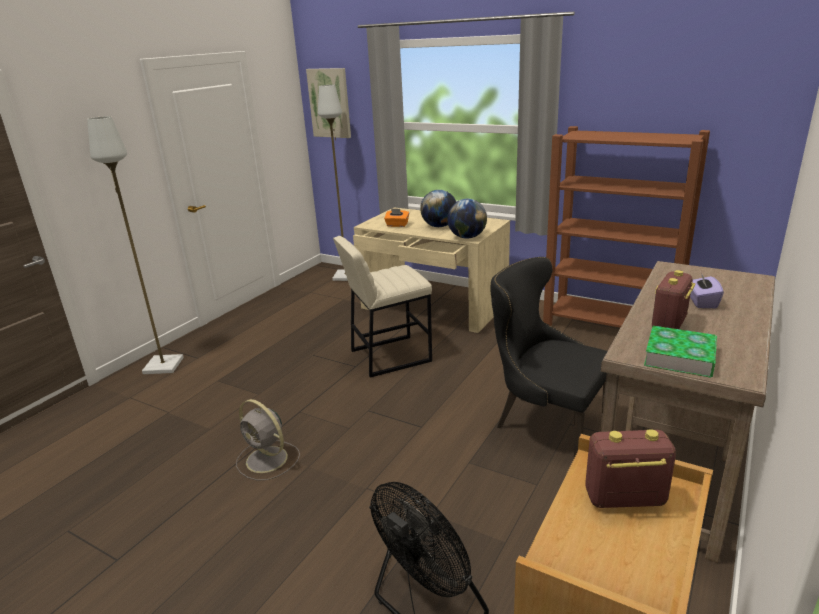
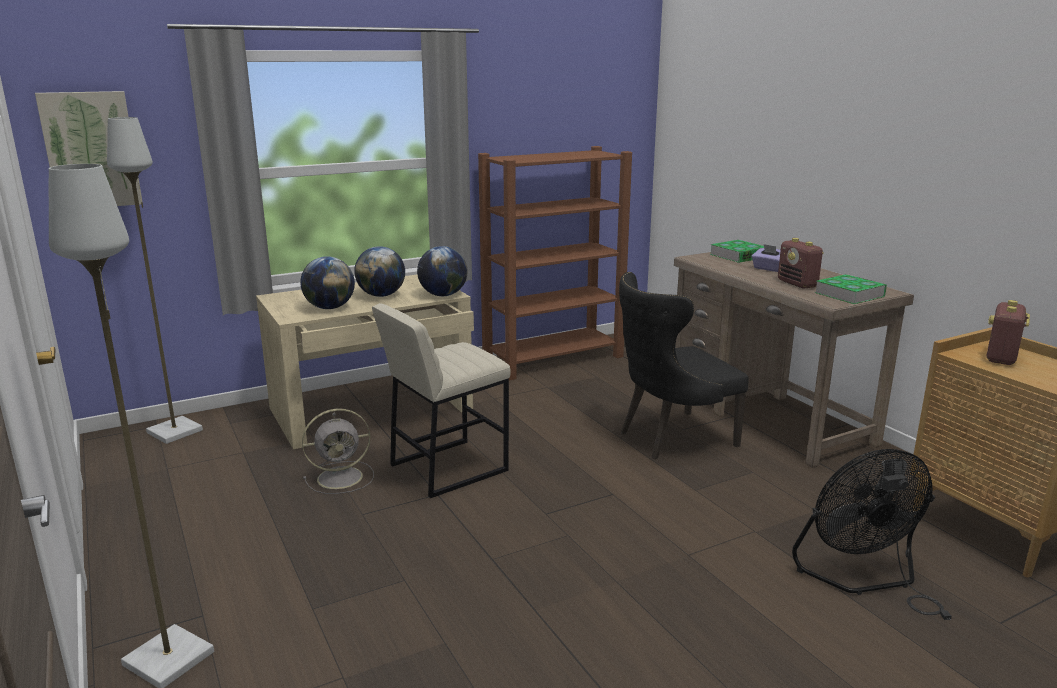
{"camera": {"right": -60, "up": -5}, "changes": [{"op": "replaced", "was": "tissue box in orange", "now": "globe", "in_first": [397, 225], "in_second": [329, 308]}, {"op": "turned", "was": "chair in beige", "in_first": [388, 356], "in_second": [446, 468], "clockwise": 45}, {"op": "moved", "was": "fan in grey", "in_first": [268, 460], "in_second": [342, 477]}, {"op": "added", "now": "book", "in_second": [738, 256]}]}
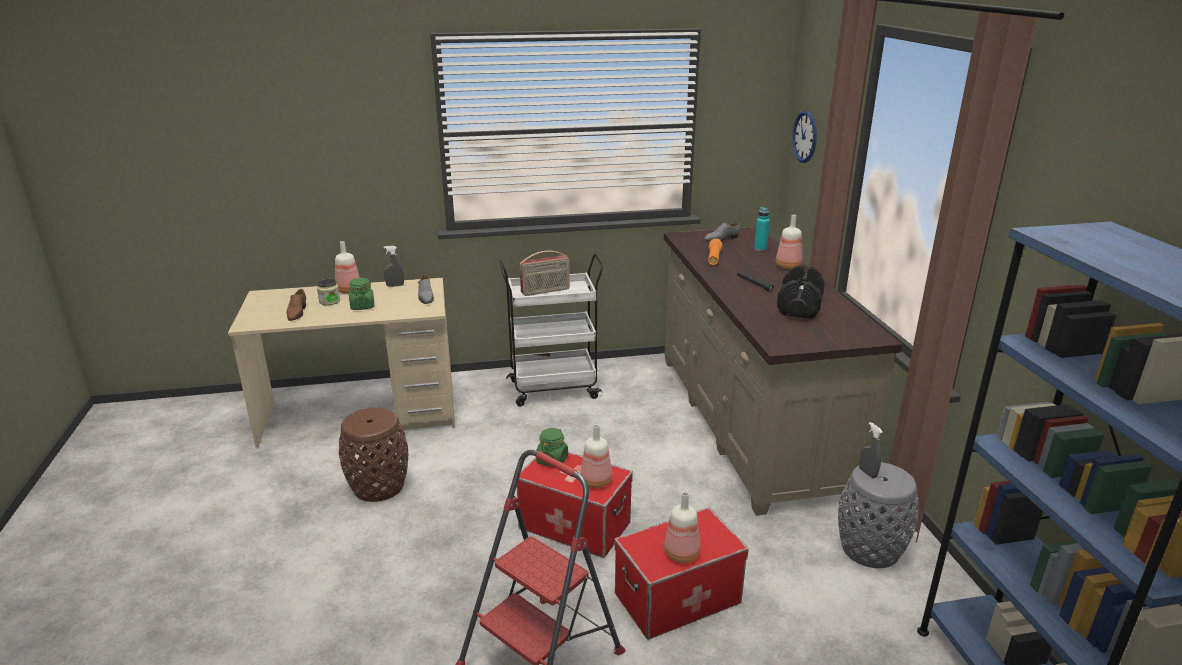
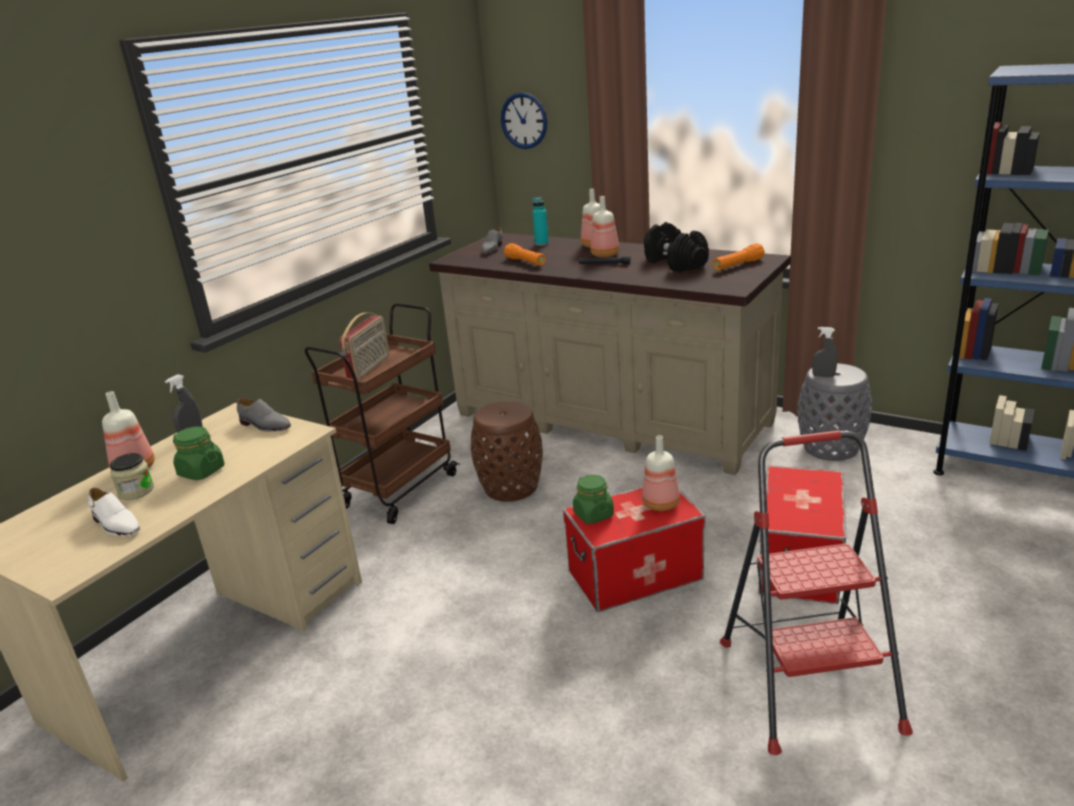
{"camera": {"right": -45, "up": 0}, "changes": [{"op": "recoloured", "was": "cart in white", "now": "cart in brown", "in_first": [554, 389], "in_second": [400, 490]}, {"op": "recoloured", "was": "shoe in brown", "now": "shoe in white", "in_first": [297, 313], "in_second": [116, 525]}, {"op": "moved", "was": "stool in brown", "in_first": [378, 487], "in_second": [511, 488]}, {"op": "moved", "was": "bottle", "in_first": [683, 553], "in_second": [605, 255]}, {"op": "added", "now": "flashlight in orange", "in_second": [738, 265]}]}
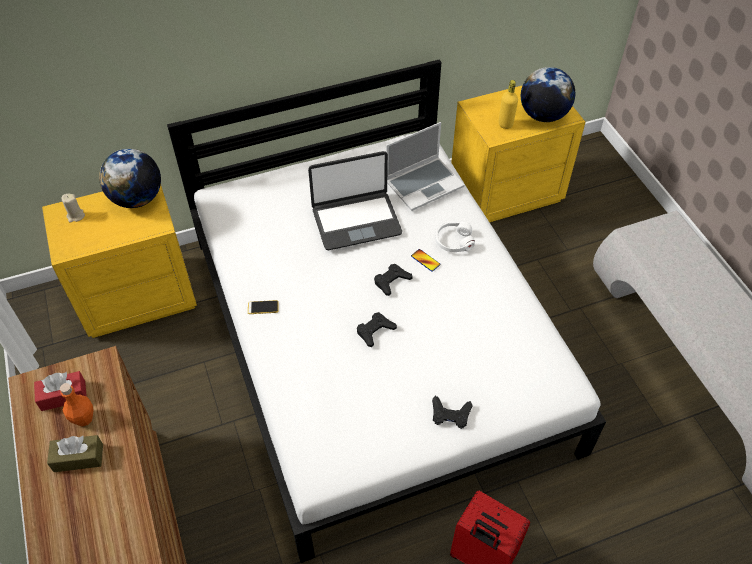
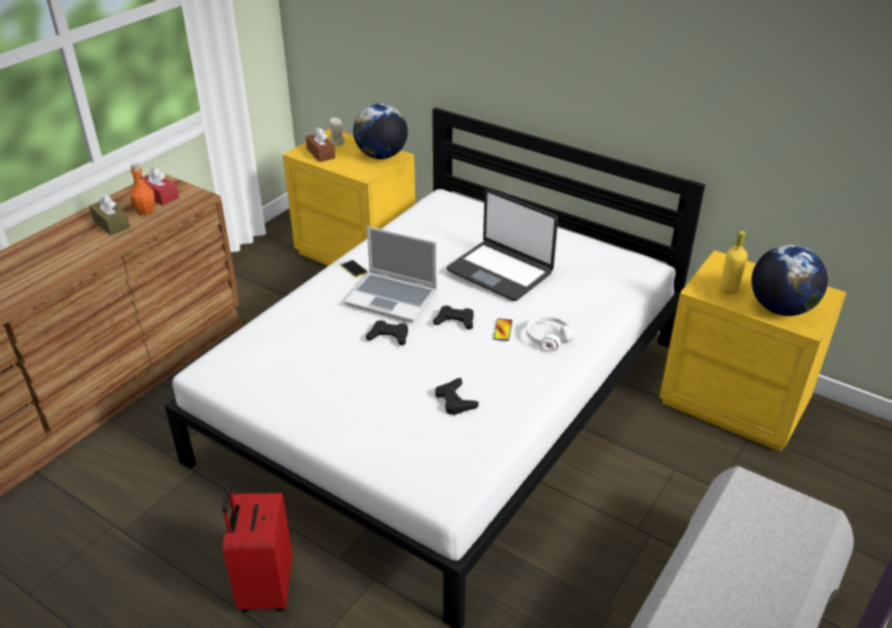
{"camera": {"right": 55, "up": -15}, "changes": [{"op": "moved", "was": "laptop", "in_first": [424, 184], "in_second": [393, 298]}, {"op": "moved", "was": "game controller in black", "in_first": [450, 414], "in_second": [455, 400]}, {"op": "added", "now": "tissue box in brown", "in_second": [321, 153]}]}
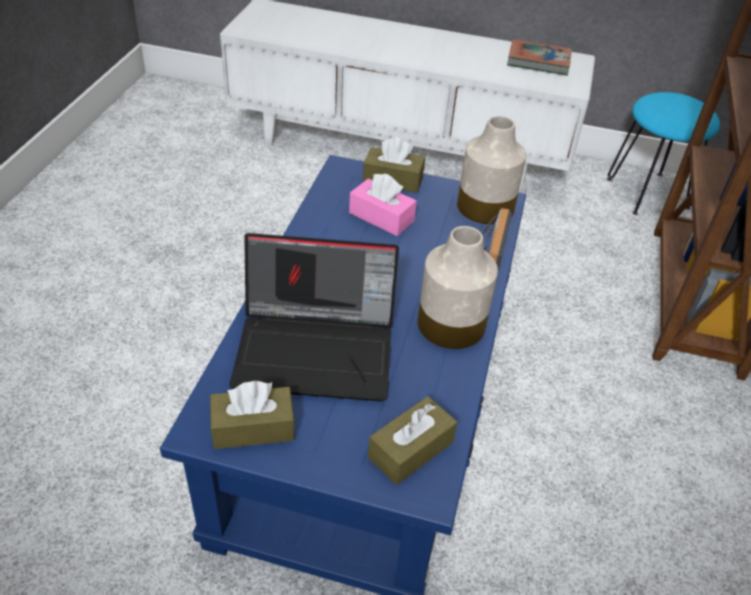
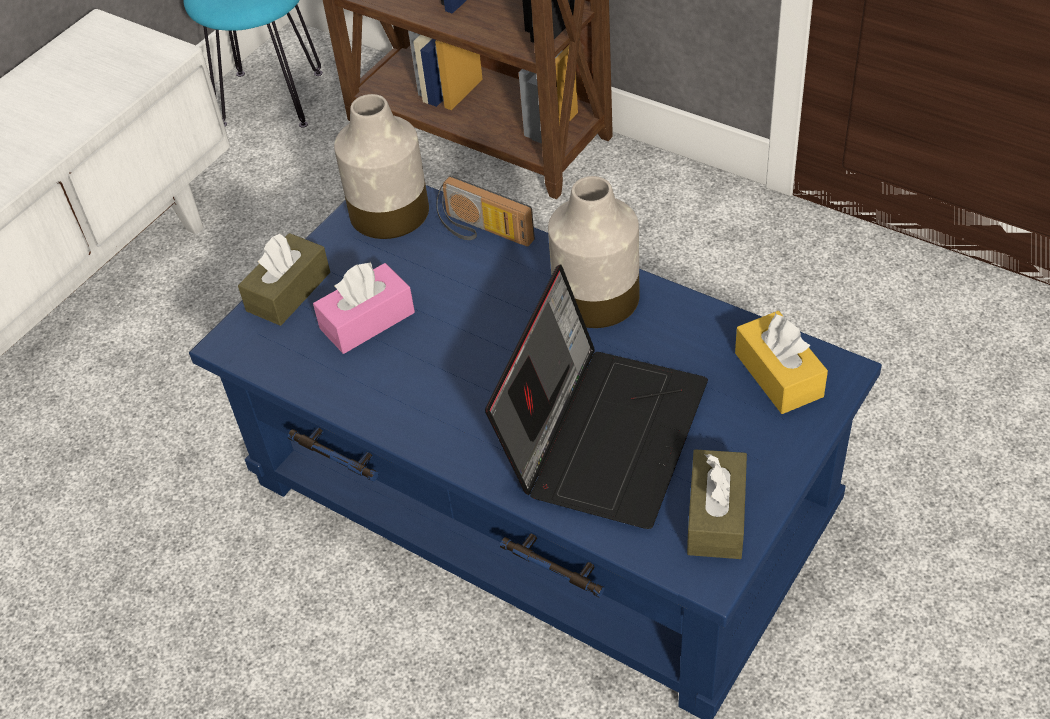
{"camera": {"right": -65, "up": 5}, "changes": [{"op": "removed", "was": "book", "in_first": [538, 61]}, {"op": "recoloured", "was": "tissue box in brown", "now": "tissue box in yellow", "in_first": [410, 450], "in_second": [778, 374]}]}
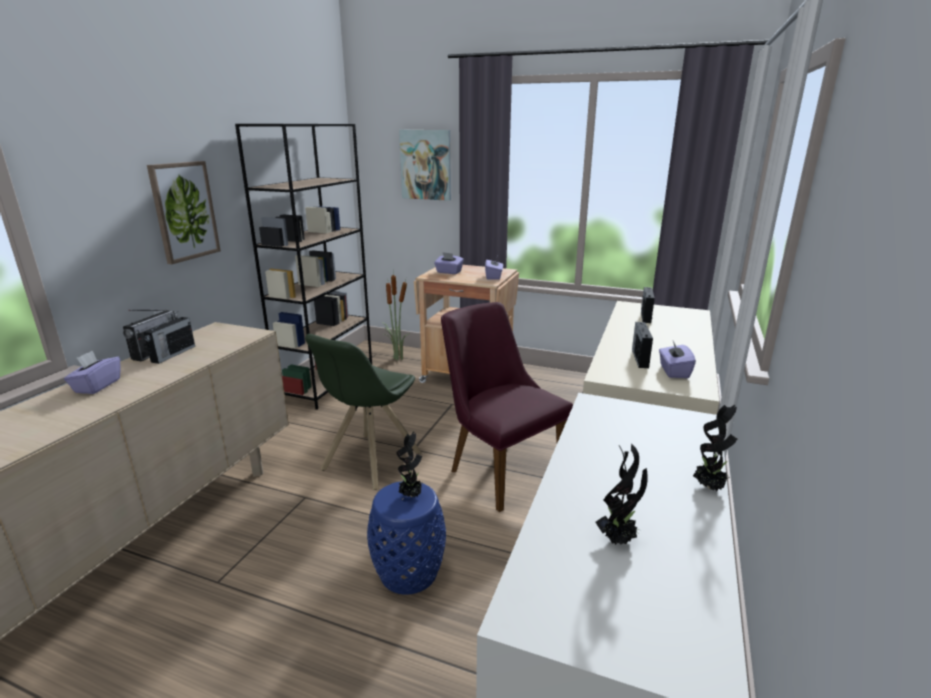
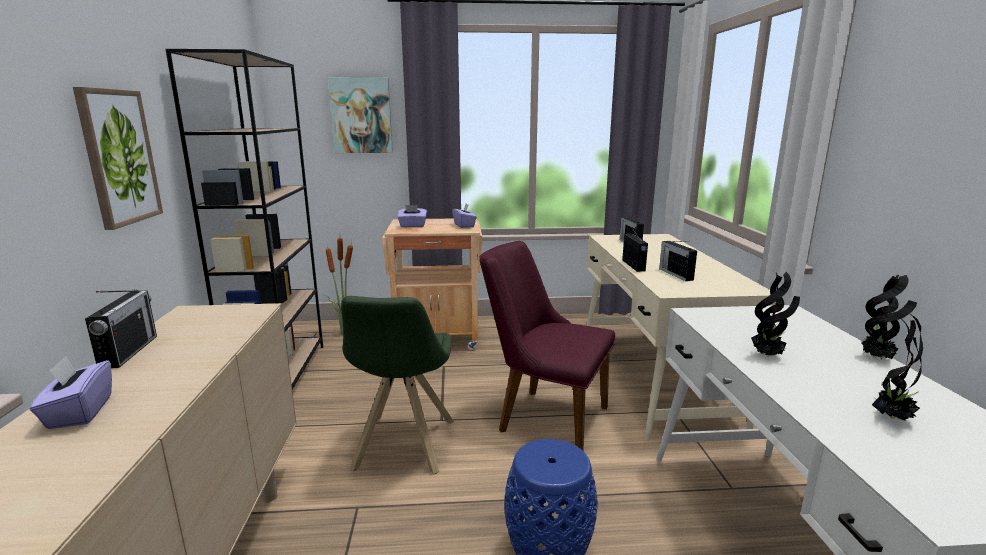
{"camera": {"right": -25, "up": -5}, "changes": [{"op": "moved", "was": "radio", "in_first": [172, 354], "in_second": [633, 265]}, {"op": "removed", "was": "tissue box in purple", "in_first": [673, 371]}, {"op": "moved", "was": "potted plant", "in_first": [411, 495], "in_second": [768, 355]}]}
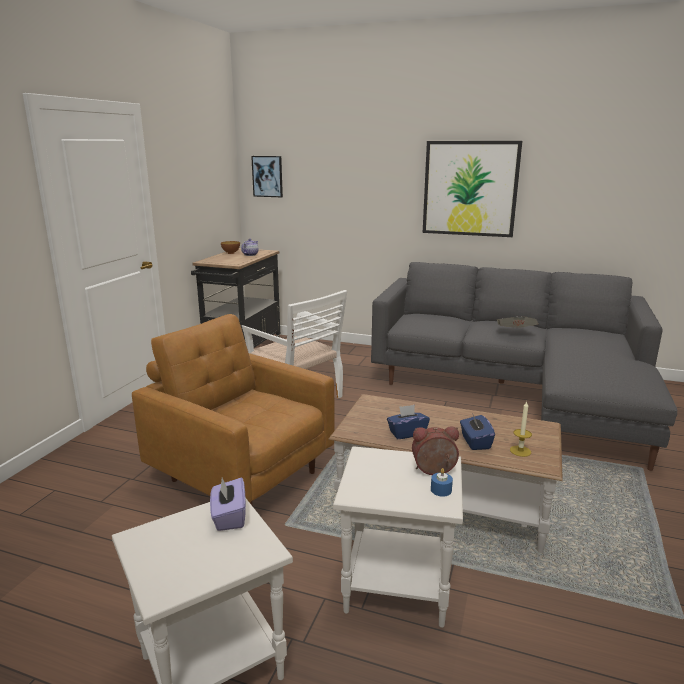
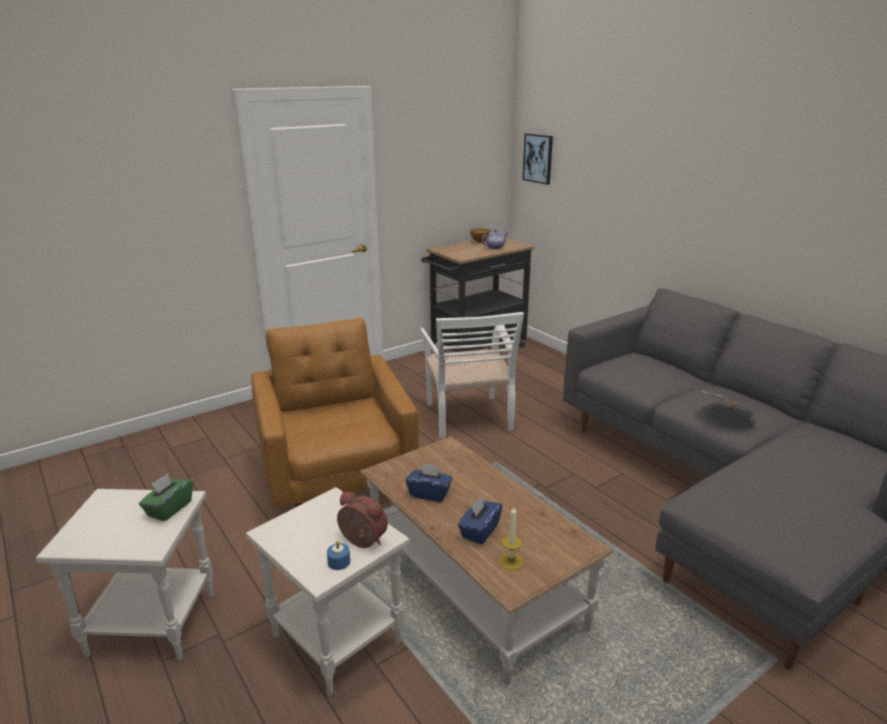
{"camera": {"right": 35, "up": 5}, "changes": [{"op": "removed", "was": "picture", "in_first": [470, 188]}, {"op": "recoloured", "was": "tissue box in purple", "now": "tissue box in green", "in_first": [229, 517], "in_second": [169, 509]}]}
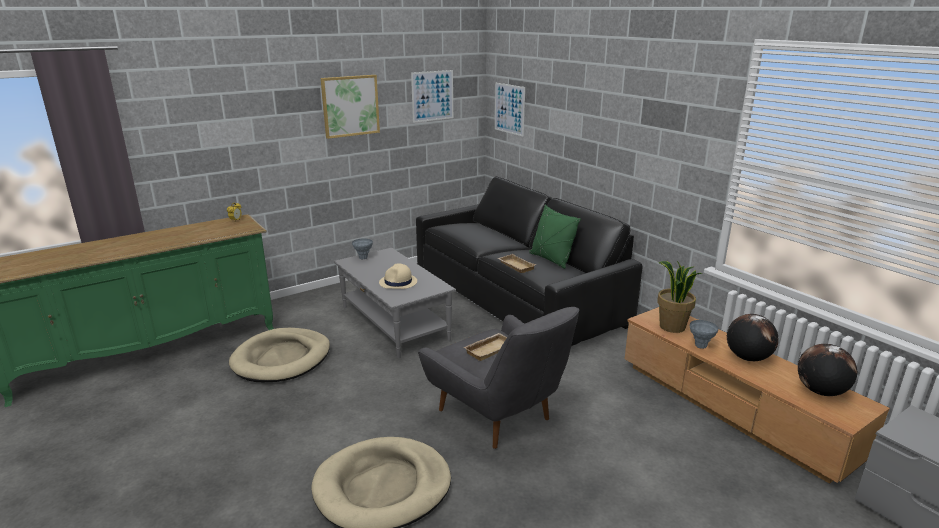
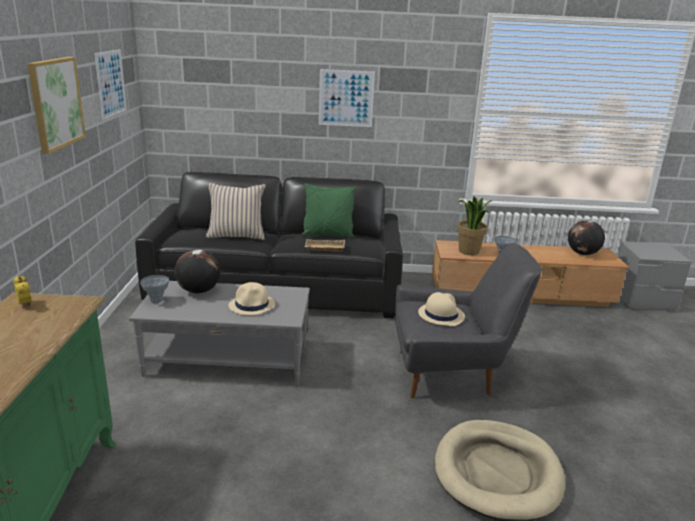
{"camera": {"right": -55, "up": 0}, "changes": [{"op": "moved", "was": "picture", "in_first": [509, 109], "in_second": [346, 98]}, {"op": "moved", "was": "globe", "in_first": [747, 358], "in_second": [198, 291]}, {"op": "removed", "was": "dog bed in beige", "in_first": [282, 359]}, {"op": "replaced", "was": "tray in beige", "now": "hat in beige", "in_first": [489, 349], "in_second": [441, 315]}, {"op": "added", "now": "pillow in beige", "in_second": [236, 235]}]}
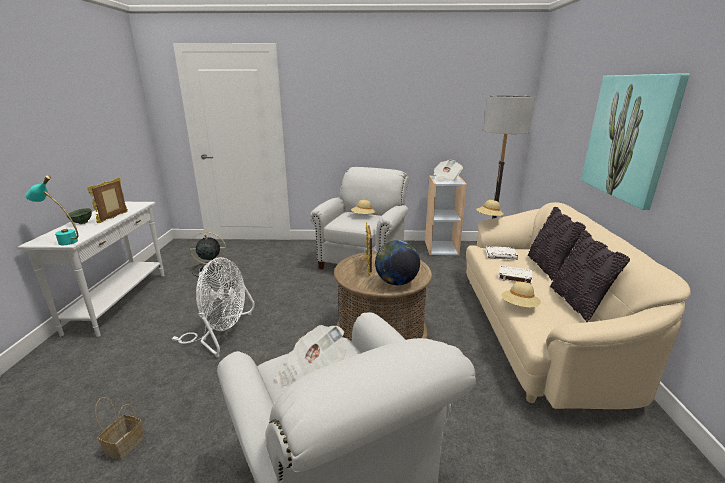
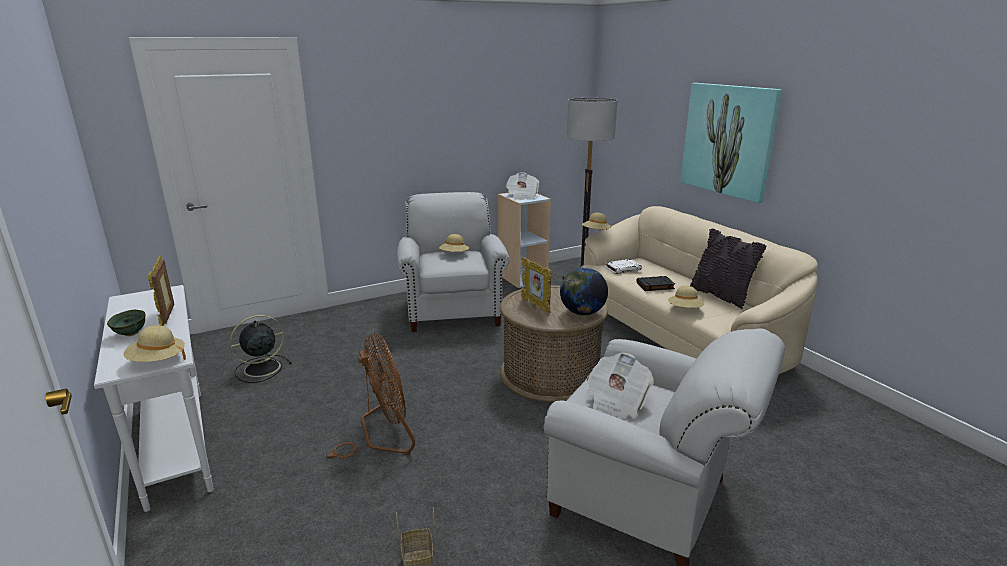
{"camera": {"right": -30, "up": 0}, "changes": [{"op": "replaced", "was": "table lamp in turquoise", "now": "hat in beige", "in_first": [62, 241], "in_second": [157, 361]}, {"op": "removed", "was": "pillow in black", "in_first": [547, 267]}, {"op": "recoloured", "was": "fan in white", "now": "fan in brown", "in_first": [220, 333], "in_second": [380, 432]}, {"op": "recoloured", "was": "book in white", "now": "book in black", "in_first": [514, 277], "in_second": [654, 286]}]}
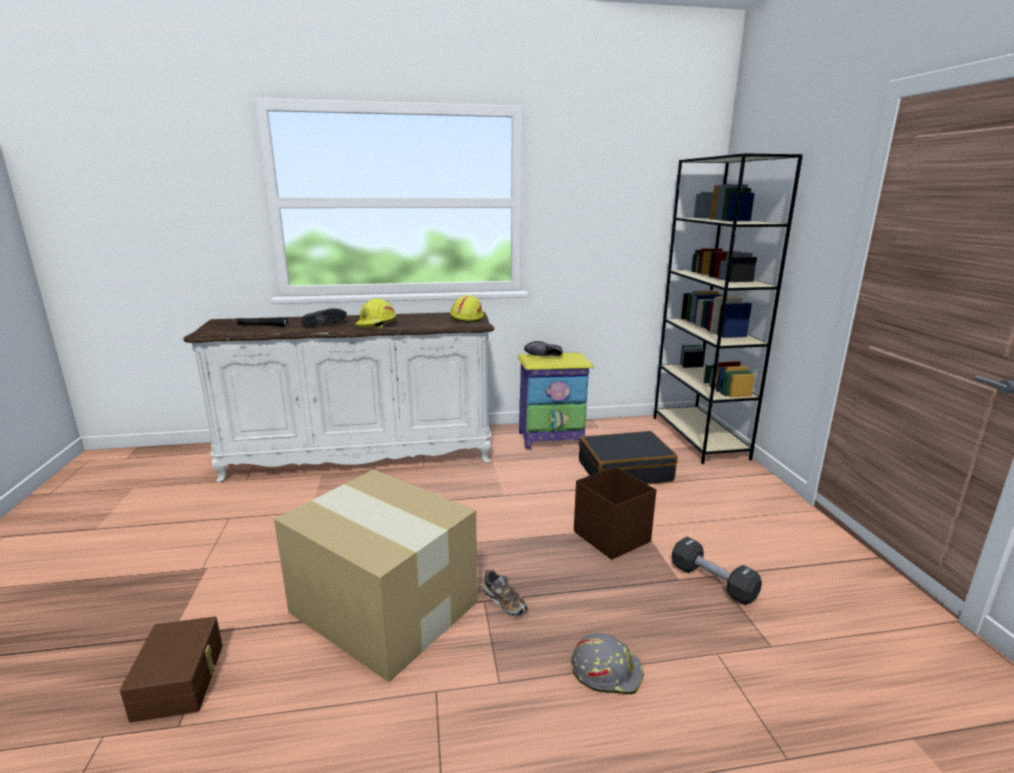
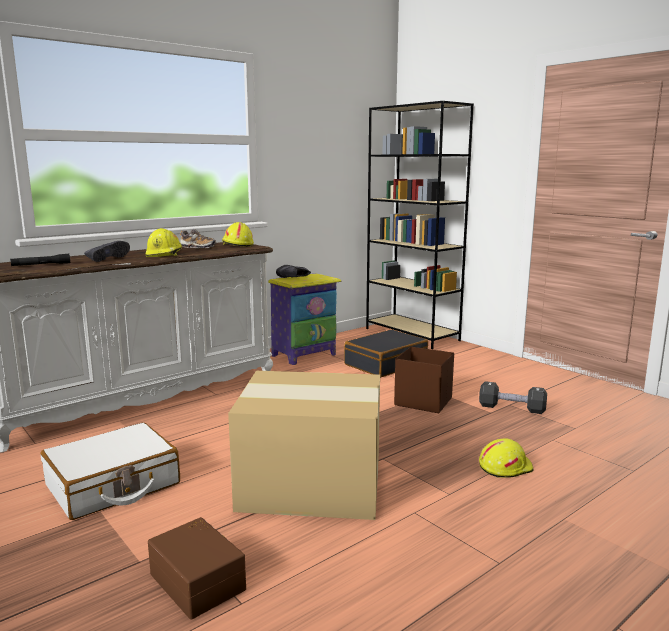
{"camera": {"right": -30, "up": -5}, "changes": [{"op": "moved", "was": "shoe", "in_first": [504, 602], "in_second": [198, 247]}, {"op": "recoloured", "was": "hard hat in grey", "now": "hard hat in yellow", "in_first": [606, 671], "in_second": [504, 467]}, {"op": "added", "now": "suitcase in white", "in_second": [113, 485]}]}
